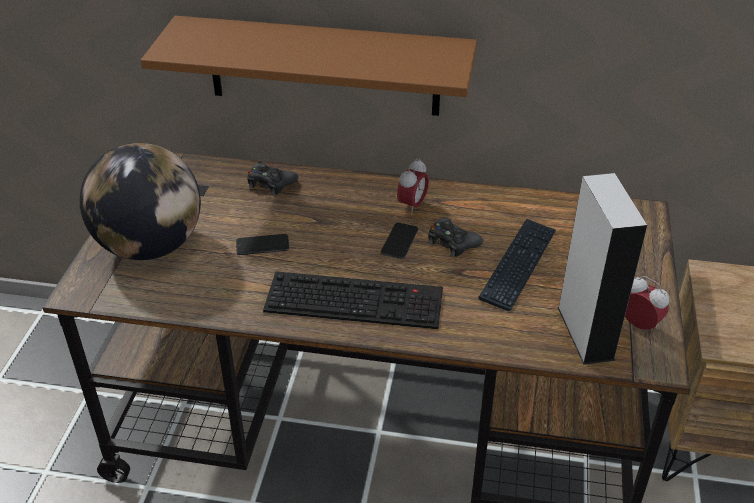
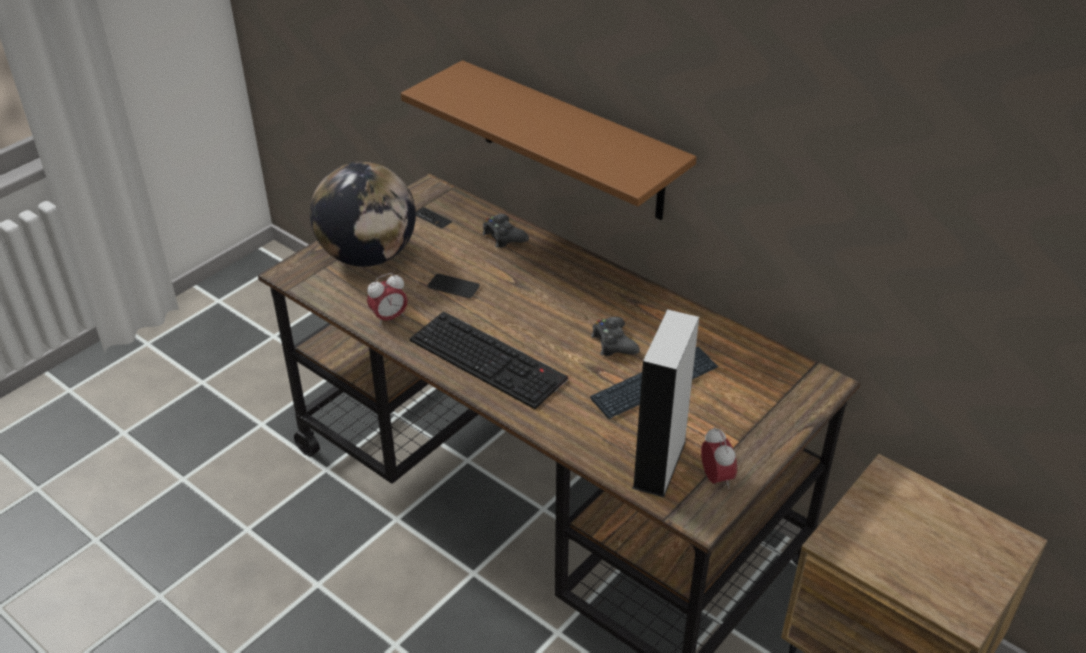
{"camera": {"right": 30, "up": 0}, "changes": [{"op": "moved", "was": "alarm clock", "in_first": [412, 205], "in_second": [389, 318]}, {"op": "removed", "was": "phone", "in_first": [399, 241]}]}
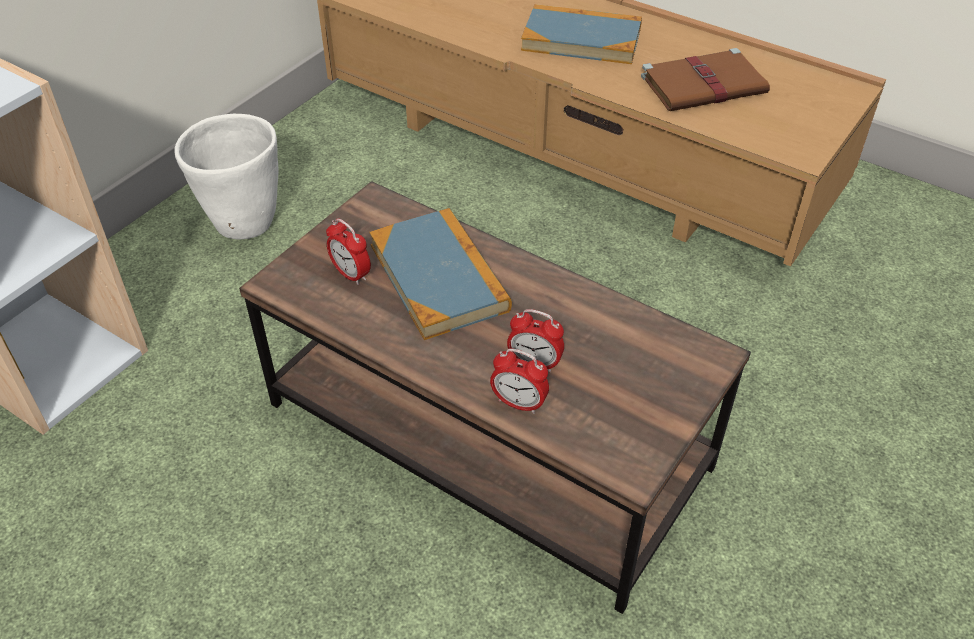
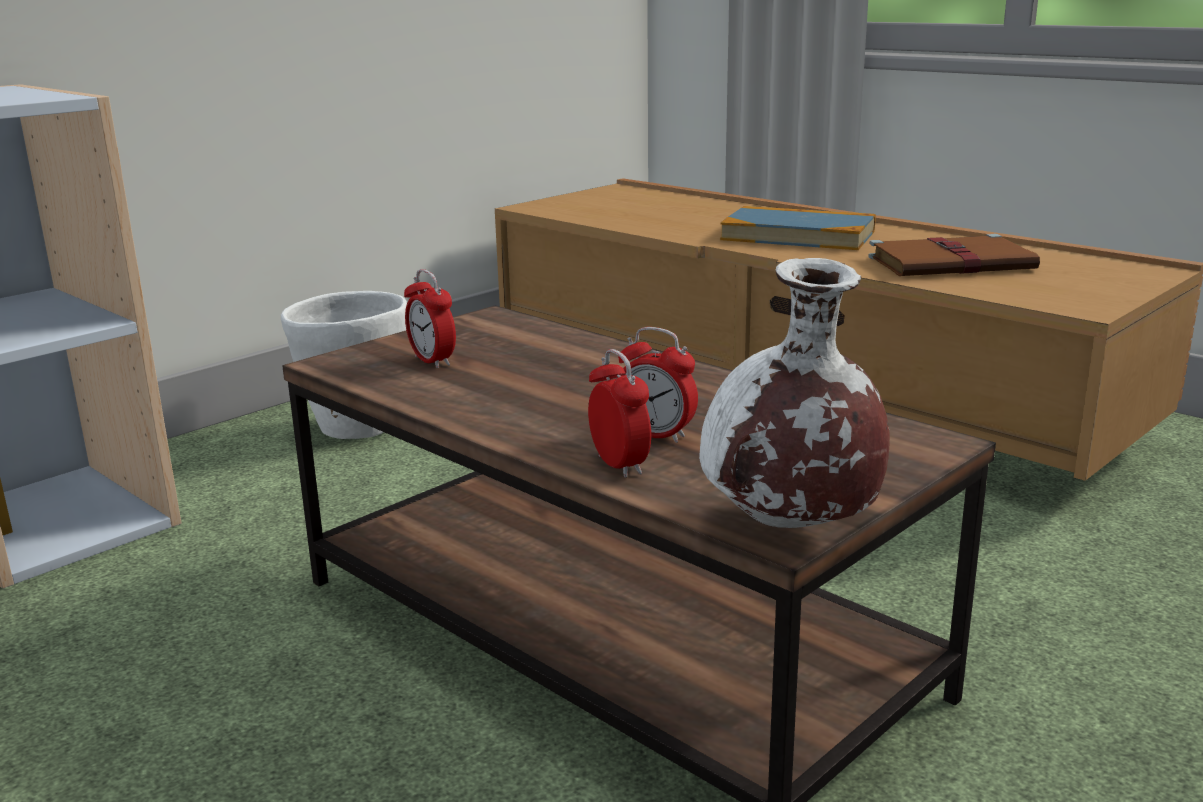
{"camera": {"right": 10, "up": -25}, "changes": [{"op": "removed", "was": "book", "in_first": [439, 277]}, {"op": "turned", "was": "alarm clock", "in_first": [519, 403], "in_second": [619, 465], "clockwise": -150}, {"op": "added", "now": "vase in white", "in_second": [788, 526]}]}
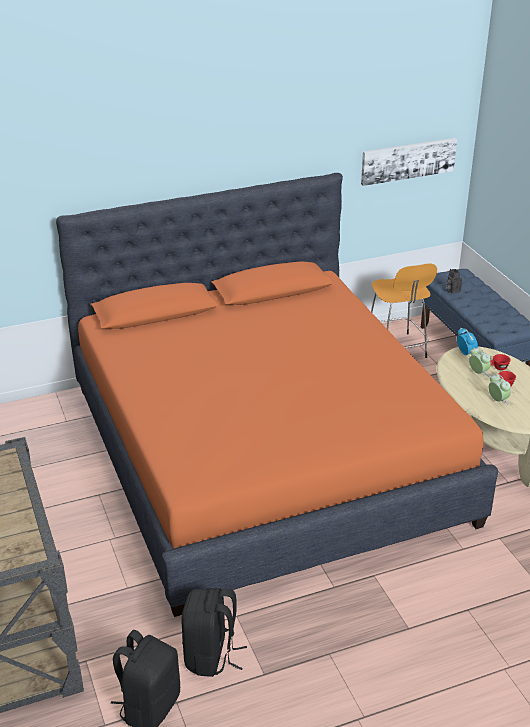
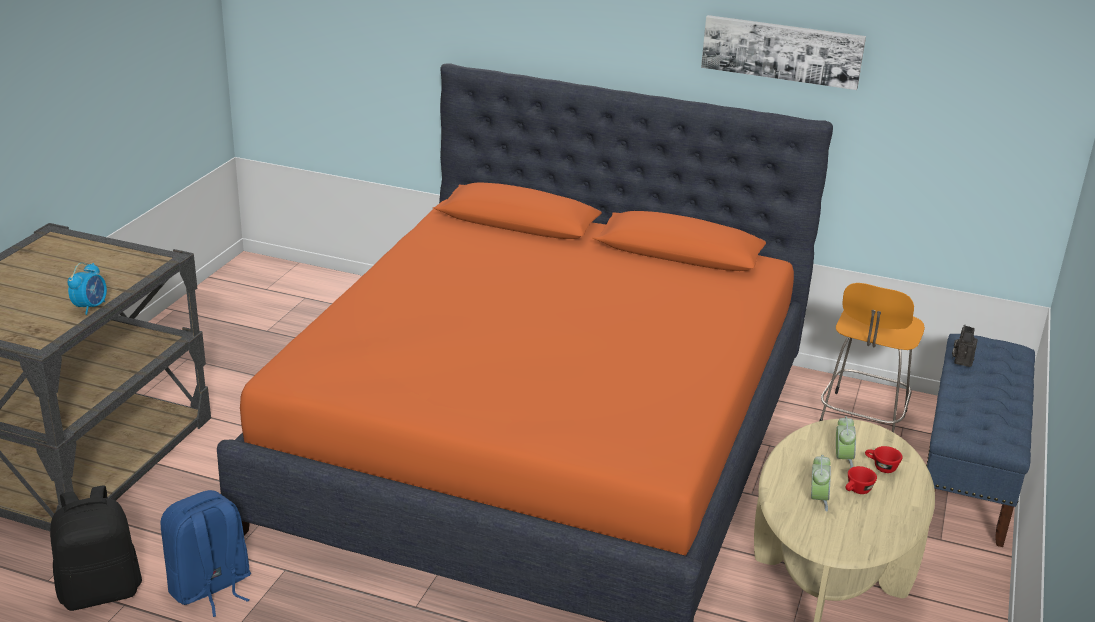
{"camera": {"right": 40, "up": -5}, "changes": [{"op": "moved", "was": "picture", "in_first": [408, 160], "in_second": [782, 51]}, {"op": "moved", "was": "alarm clock", "in_first": [466, 353], "in_second": [91, 307]}, {"op": "recoloured", "was": "backpack in black", "now": "backpack in blue", "in_first": [211, 656], "in_second": [210, 588]}]}
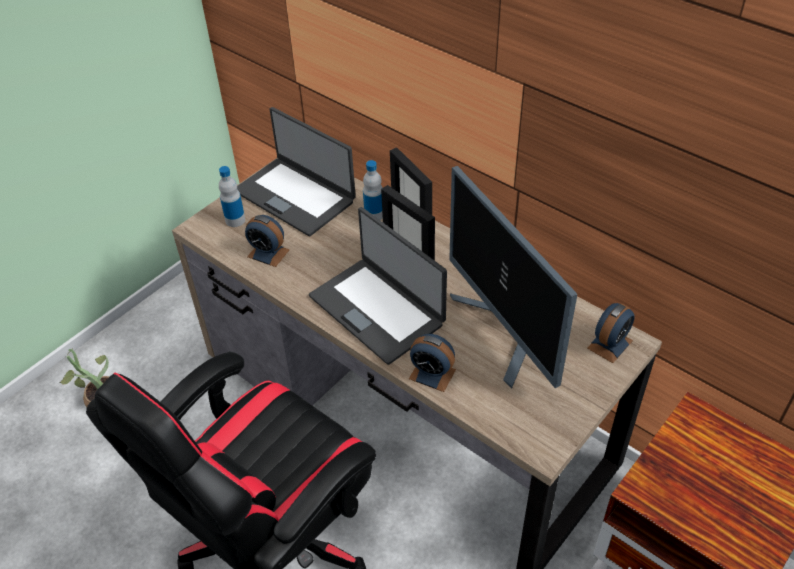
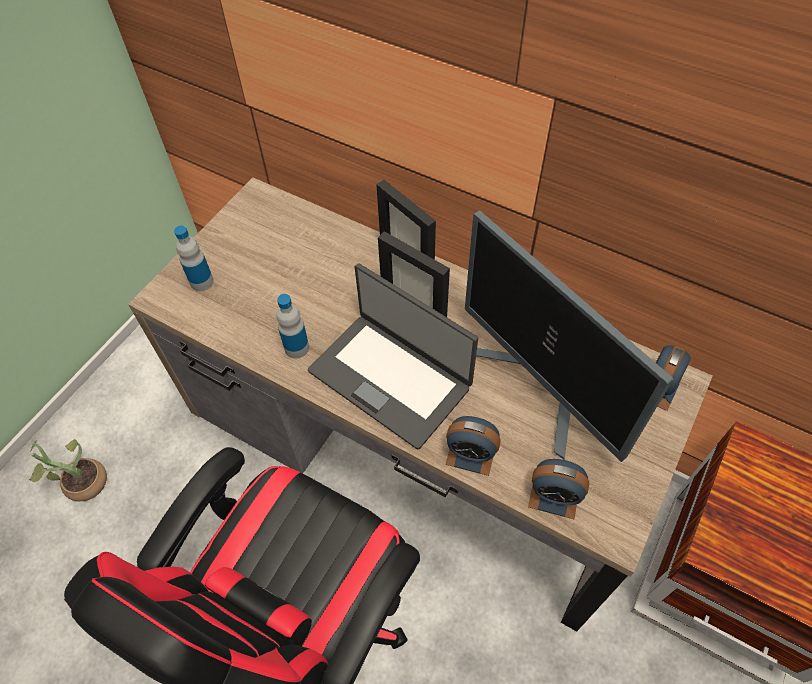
{"camera": {"right": -10, "up": 10}, "changes": [{"op": "removed", "was": "laptop", "in_first": [295, 195]}, {"op": "moved", "was": "bottle", "in_first": [374, 214], "in_second": [297, 348]}, {"op": "moved", "was": "alarm clock", "in_first": [268, 253], "in_second": [554, 496]}]}
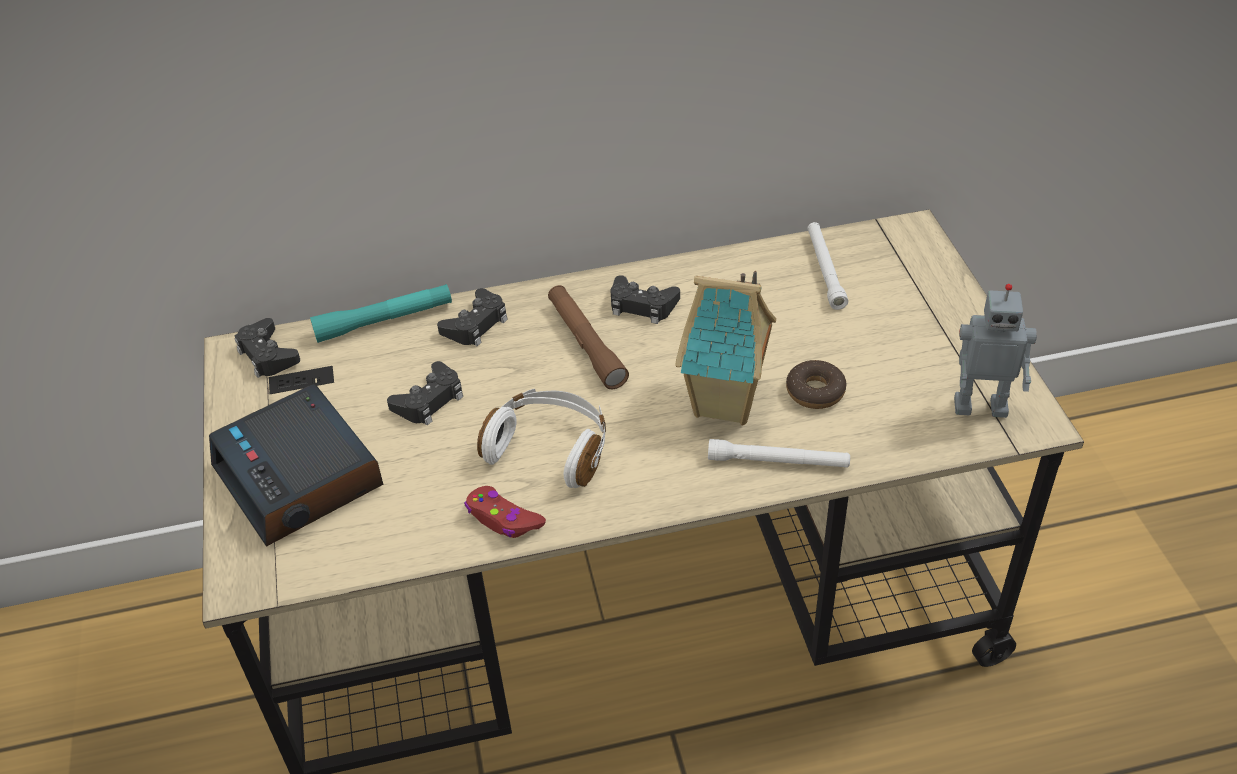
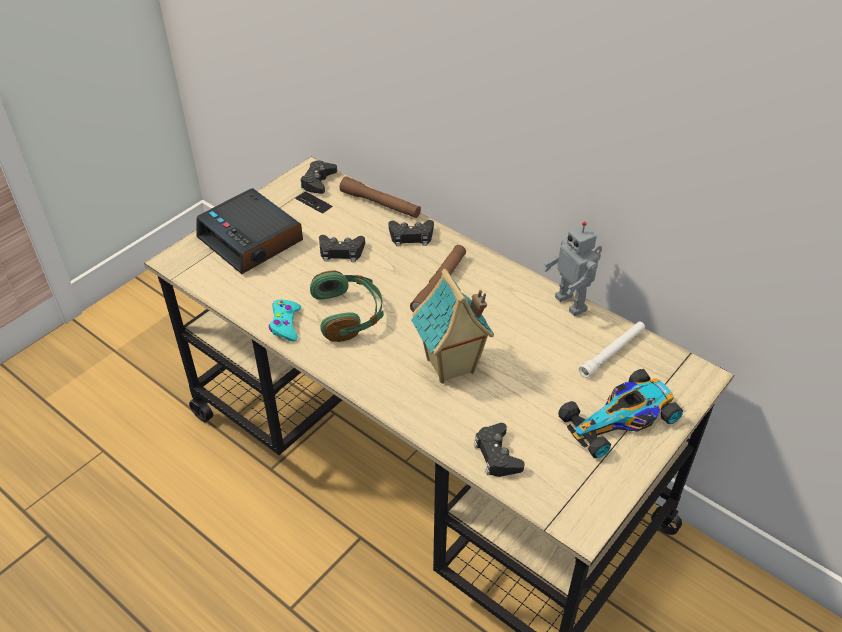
{"camera": {"right": 50, "up": 0}, "changes": [{"op": "moved", "was": "game controller in black", "in_first": [642, 305], "in_second": [497, 455]}, {"op": "recoloured", "was": "flashlight in turquoise", "now": "flashlight in brown", "in_first": [384, 321], "in_second": [380, 204]}, {"op": "moved", "was": "toy robot", "in_first": [980, 405], "in_second": [572, 303]}, {"op": "removed", "was": "donut", "in_first": [815, 391]}, {"op": "turned", "was": "alarm clock", "in_first": [300, 477], "in_second": [252, 240], "clockwise": -60}, {"op": "recoloured", "was": "headphones in white", "now": "headphones in green", "in_first": [550, 448], "in_second": [349, 314]}, {"op": "removed", "was": "flashlight in white", "in_first": [778, 461]}, {"op": "recoloured", "was": "game controller in red", "now": "game controller in turquoise", "in_first": [503, 519], "in_second": [285, 324]}, {"op": "added", "now": "toy car", "in_second": [621, 418]}]}
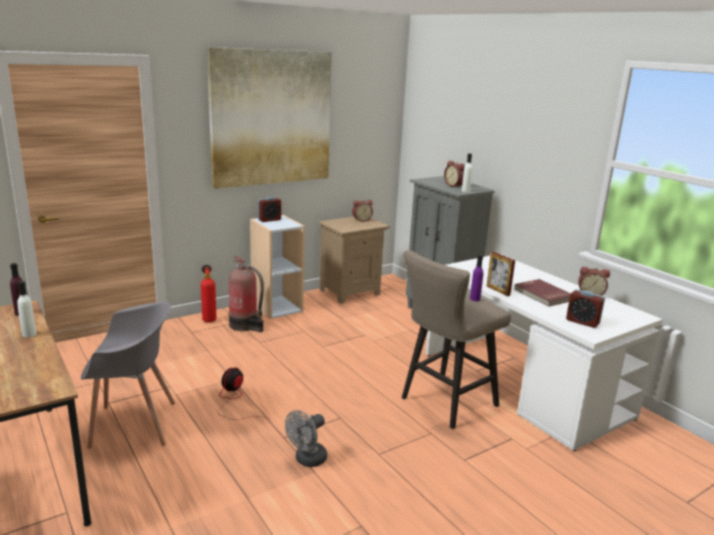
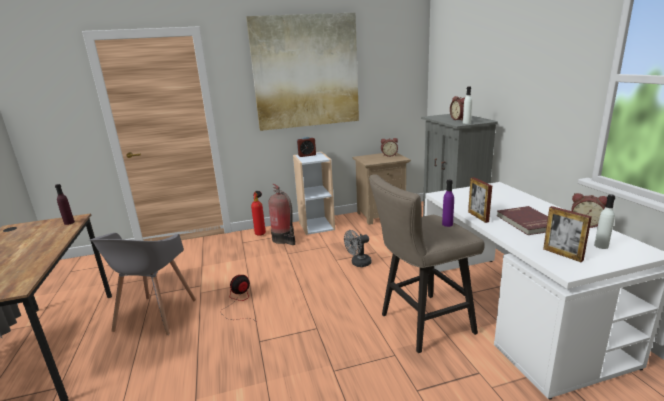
{"camera": {"right": 20, "up": 0}, "changes": [{"op": "moved", "was": "bottle in white", "in_first": [29, 334], "in_second": [601, 246]}, {"op": "replaced", "was": "alarm clock", "now": "picture frame", "in_first": [582, 322], "in_second": [562, 254]}, {"op": "turned", "was": "chair in grey", "in_first": [135, 425], "in_second": [156, 316], "clockwise": 90}, {"op": "moved", "was": "fan in grey", "in_first": [307, 460], "in_second": [358, 263]}]}
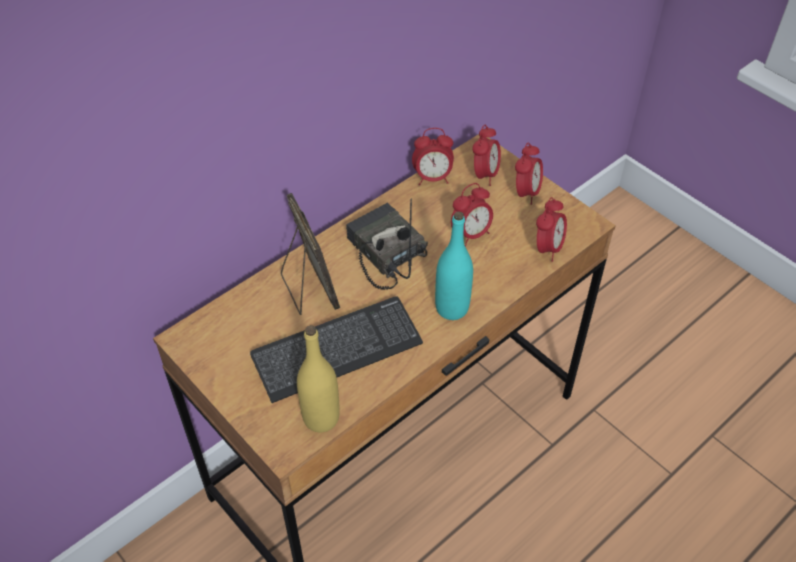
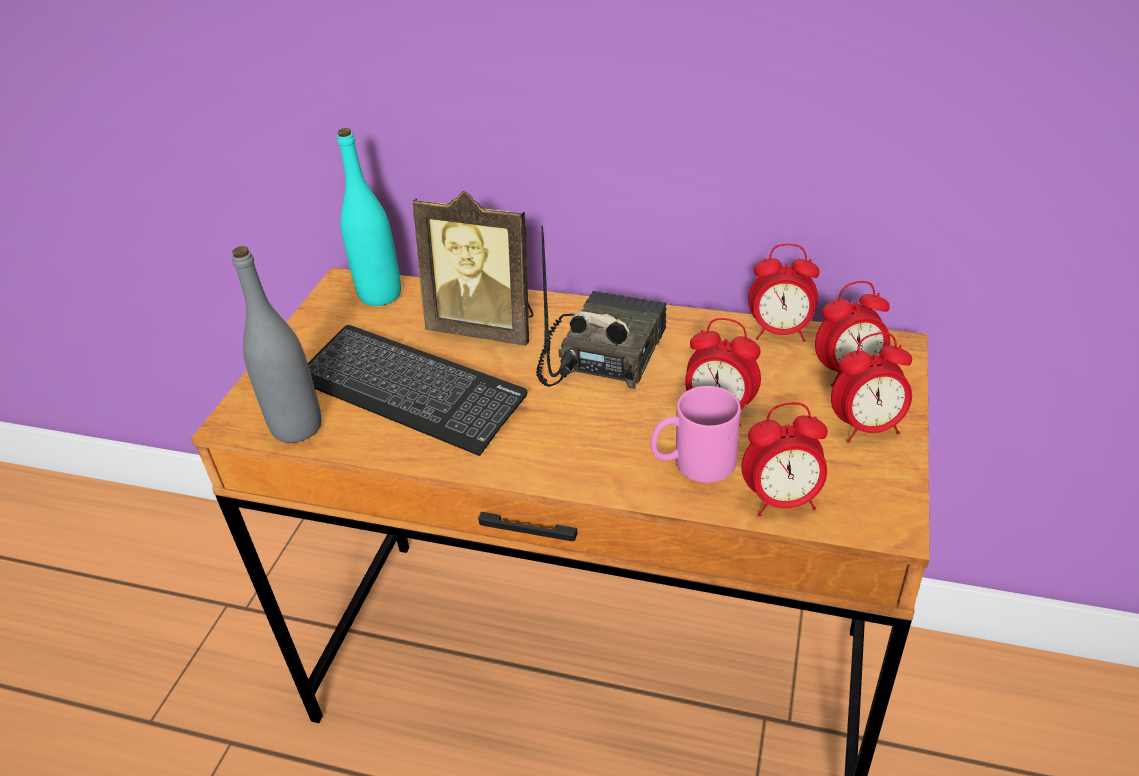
{"camera": {"right": 60, "up": -10}, "changes": [{"op": "turned", "was": "alarm clock", "in_first": [432, 178], "in_second": [780, 332], "clockwise": -45}, {"op": "turned", "was": "picture frame", "in_first": [308, 289], "in_second": [486, 327], "clockwise": 75}, {"op": "moved", "was": "bottle in turquoise", "in_first": [452, 308], "in_second": [380, 295]}, {"op": "recoloured", "was": "bottle in yellow", "now": "bottle in grey", "in_first": [321, 418], "in_second": [297, 427]}, {"op": "added", "now": "mug in pink", "in_second": [693, 464]}]}
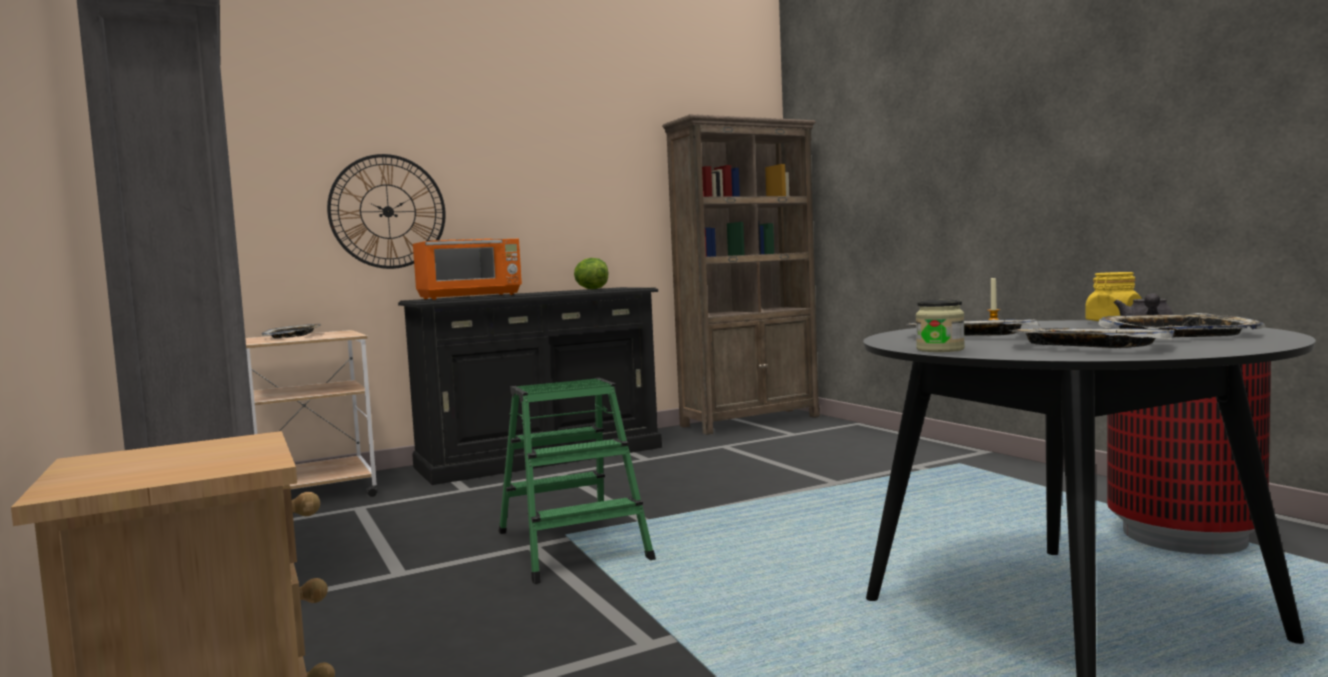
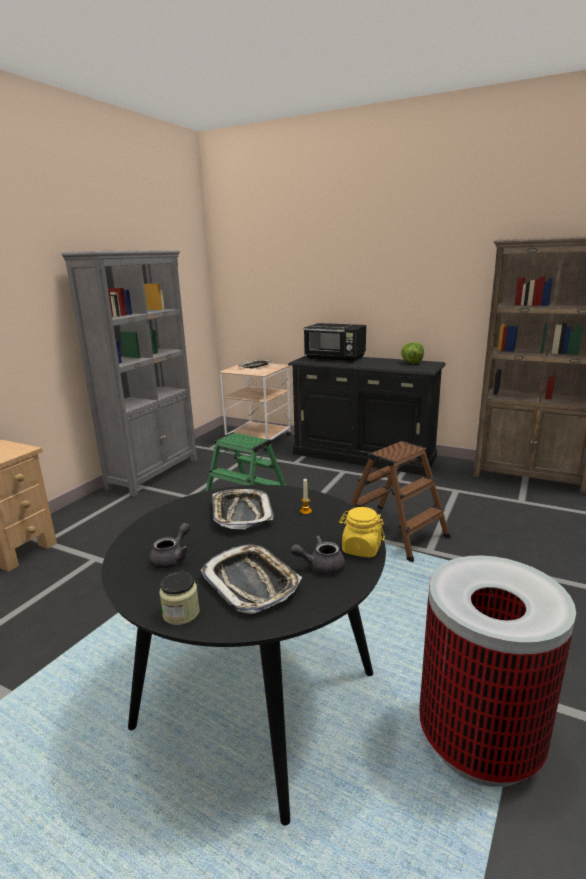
{"camera": {"right": 55, "up": 15}, "changes": [{"op": "removed", "was": "wall clock", "in_first": [388, 211]}, {"op": "recoloured", "was": "microwave in orange", "now": "microwave in black", "in_first": [470, 296], "in_second": [335, 358]}, {"op": "moved", "was": "jar", "in_first": [940, 349], "in_second": [181, 613]}, {"op": "replaced", "was": "tray", "now": "teapot in grey", "in_first": [1088, 346], "in_second": [172, 558]}, {"op": "added", "now": "step ladder in brown", "in_second": [394, 532]}]}
